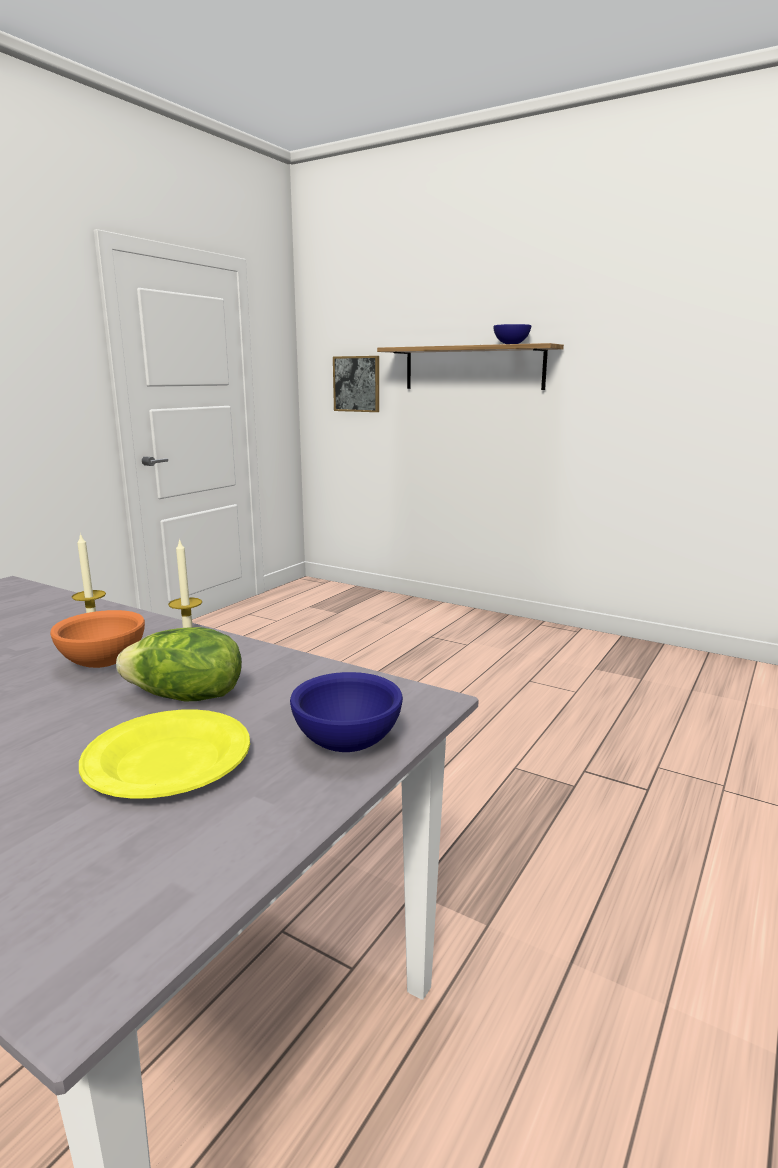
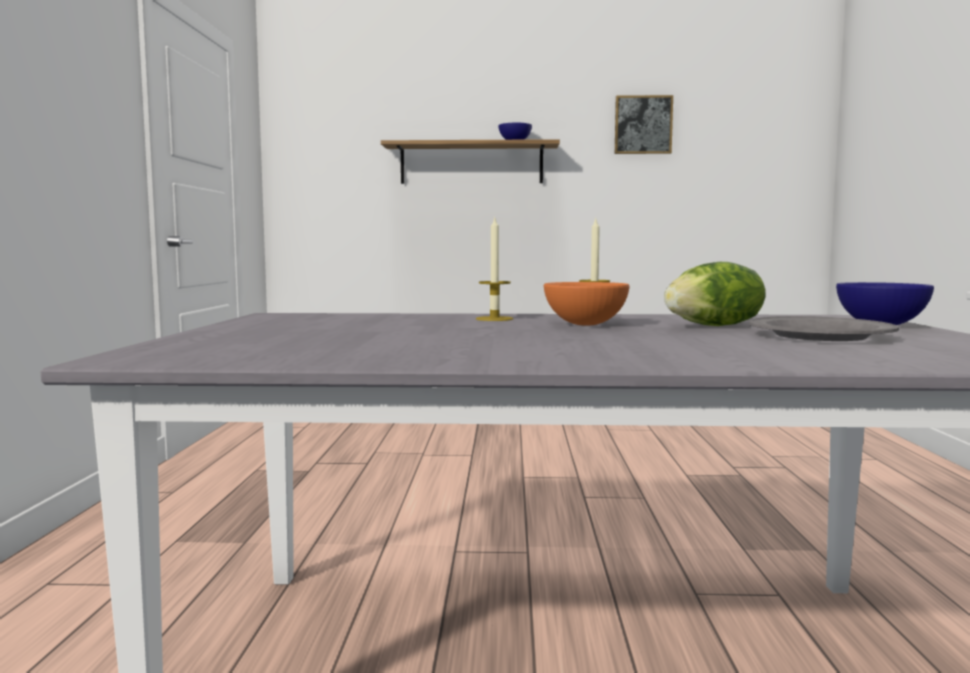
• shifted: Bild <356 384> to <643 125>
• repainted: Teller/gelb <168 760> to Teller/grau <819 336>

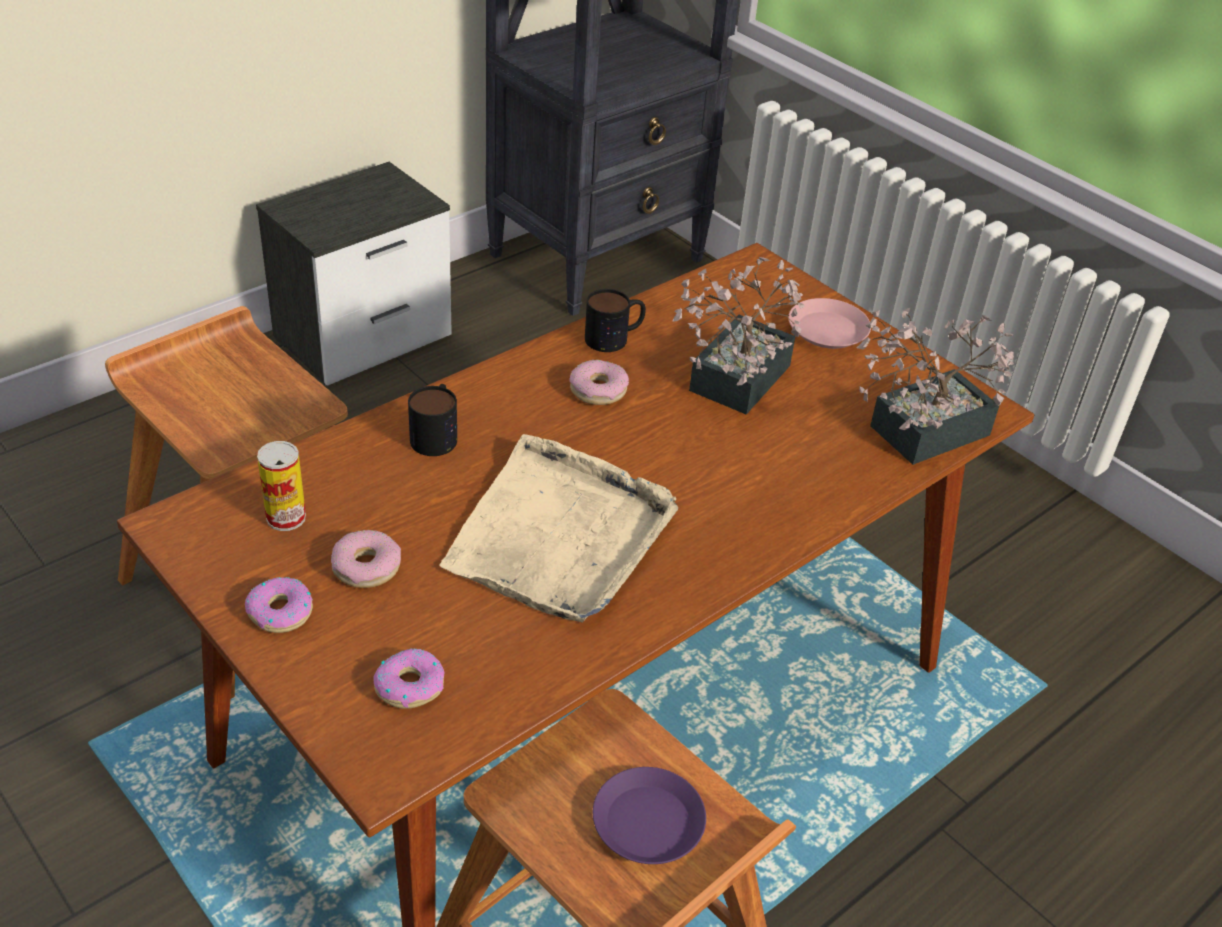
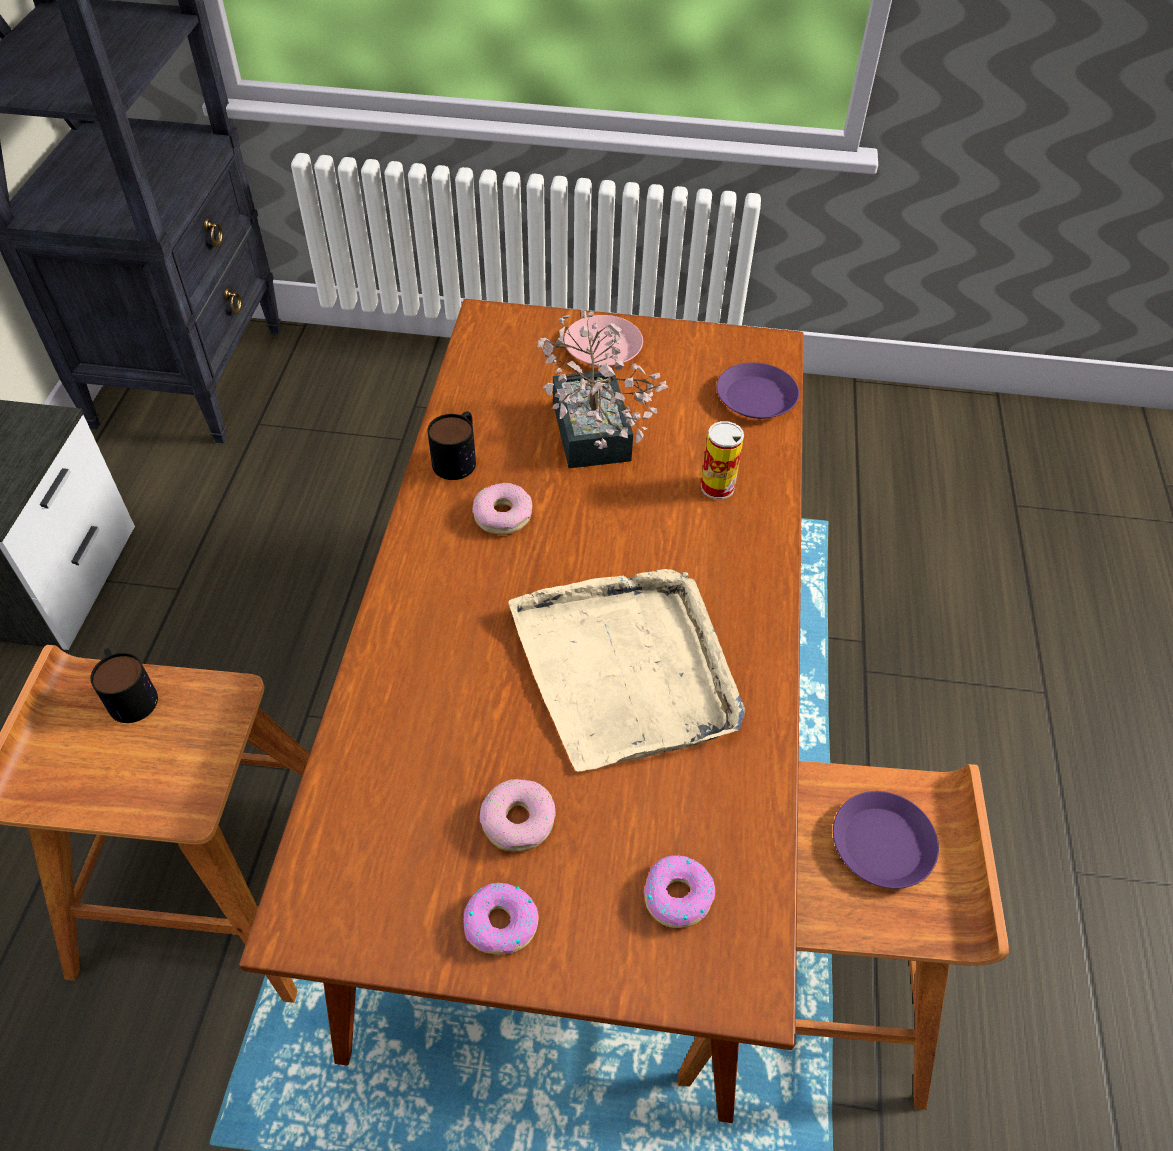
• shifted: Henkelbecher <436 433> to <129 694>
• shifted: Dose <286 517> to <717 487>
• swapped: Topfpflanze <918 433> to Teller/lila <755 397>

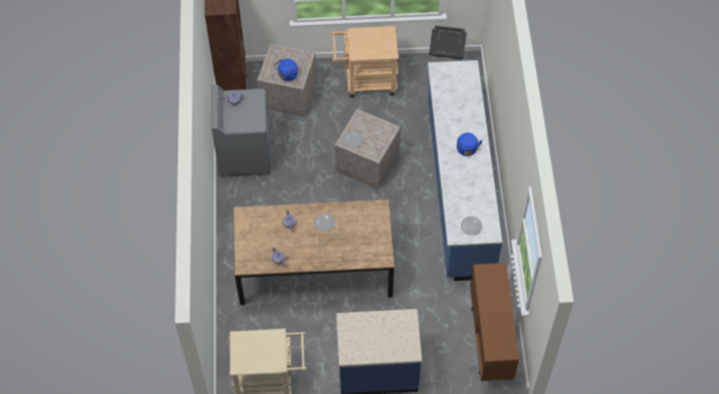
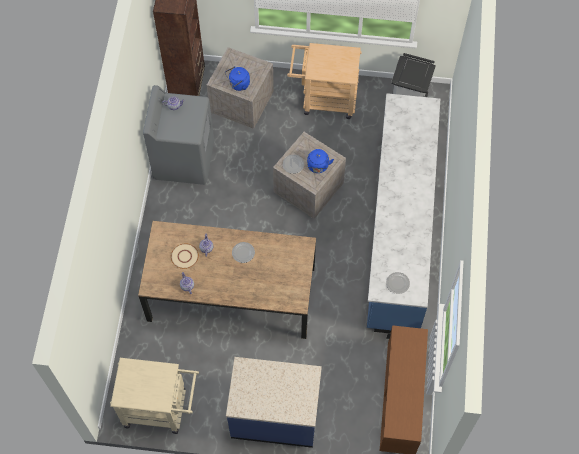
• new: Teller/beige <184 256>
• shifted: Wasserkessel/blau <467 150> to <318 167>

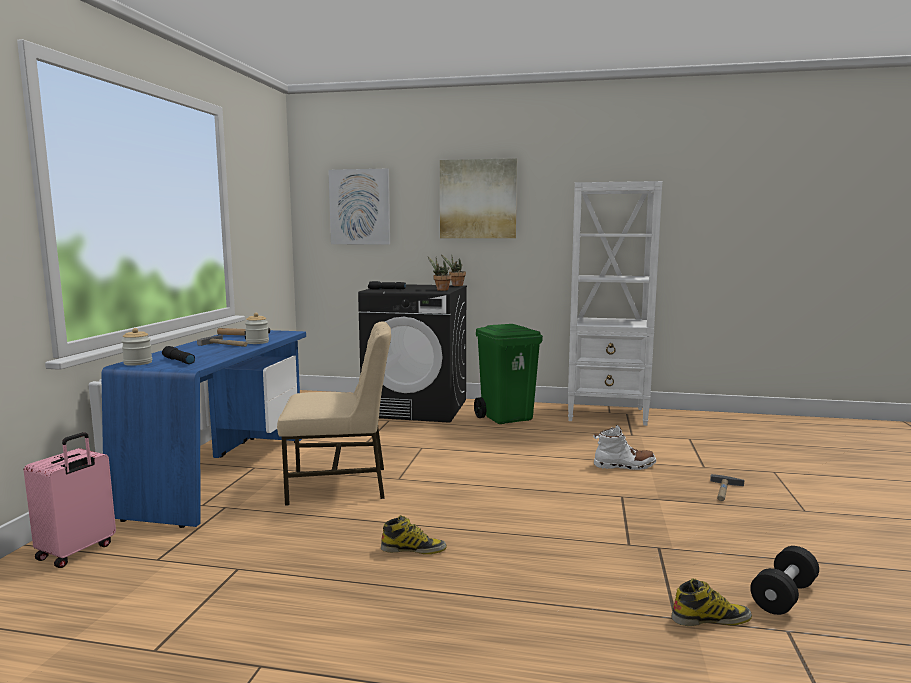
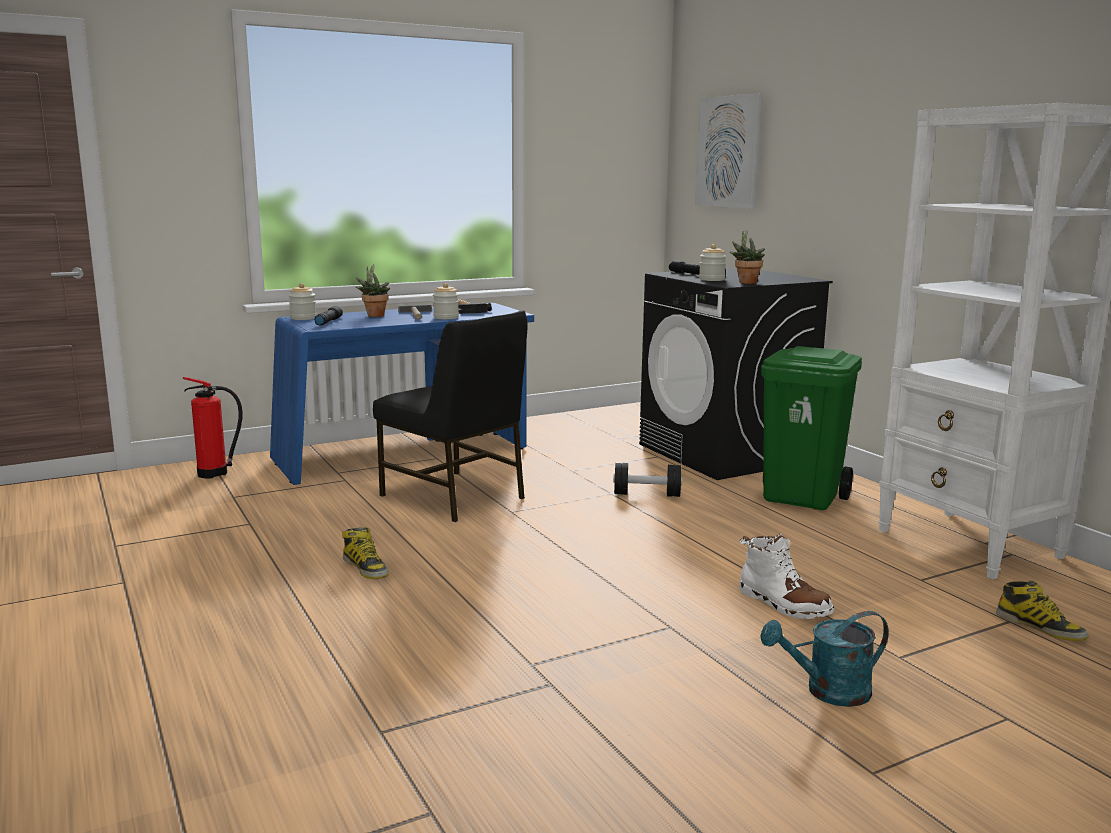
• swapped: Koffer/rosa <77 552> to Feuerlöscher <215 473>
• shifted: Topfpflanze <455 285> to <374 315>
• repainted: Stuhl/beige <340 485> to Stuhl/schwarz <455 497>
• shifted: Hantel/schwarz <783 596> to <647 494>
• new: Vorratsglas <711 279>
• swapped: Hammer <725 491> to Gießkanne/türkis <827 692>
• shifted: Stiefel <710 619> to <1040 627>
• gone: Bild <478 199>

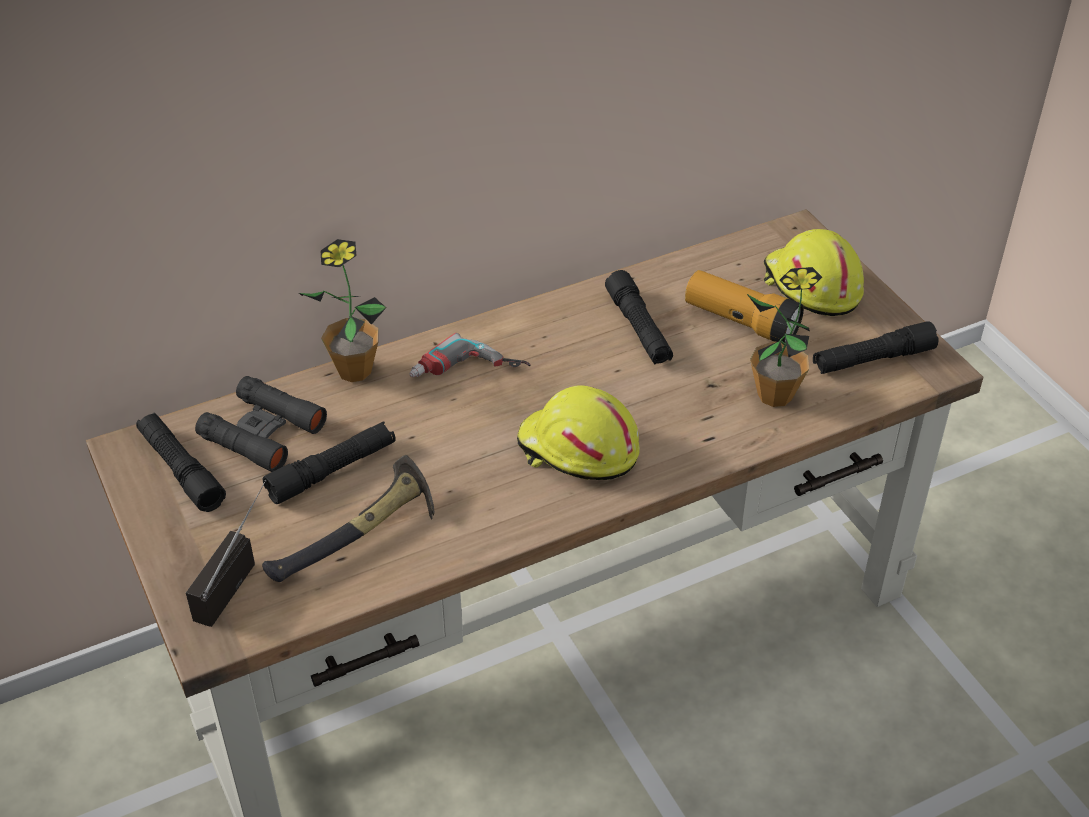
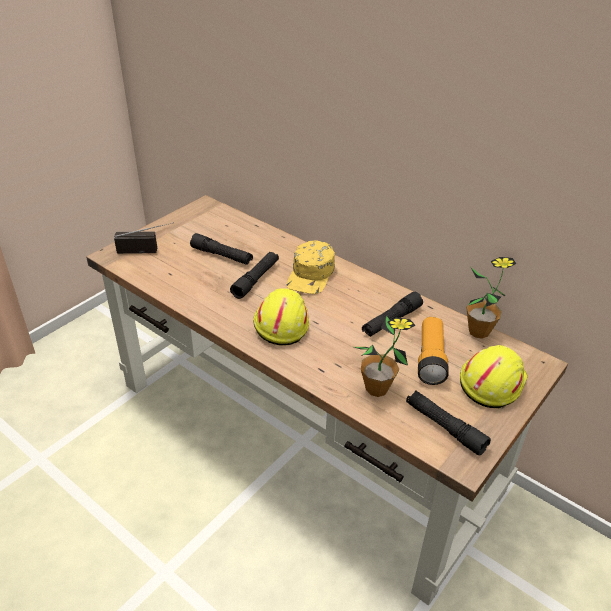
• shifted: Taschenlampe/schwarz <181 470> to <256 279>
• swapped: Bohrmaschine <468 375> to Kappe/gelb <311 274>
• shifted: Topfpflanze <354 370> to <478 331>
• gone: Fernglas/schwarz <262 432>
• gone: Hammer <360 538>

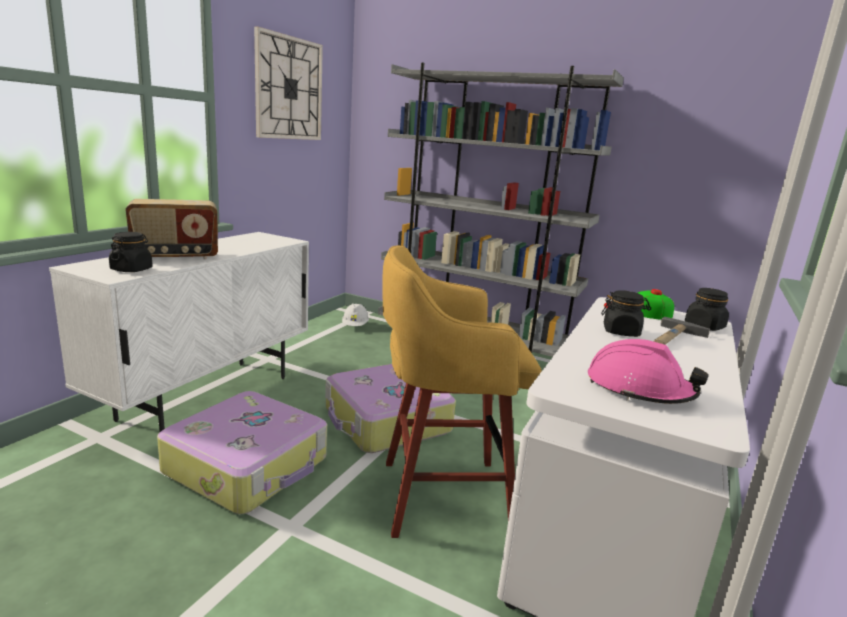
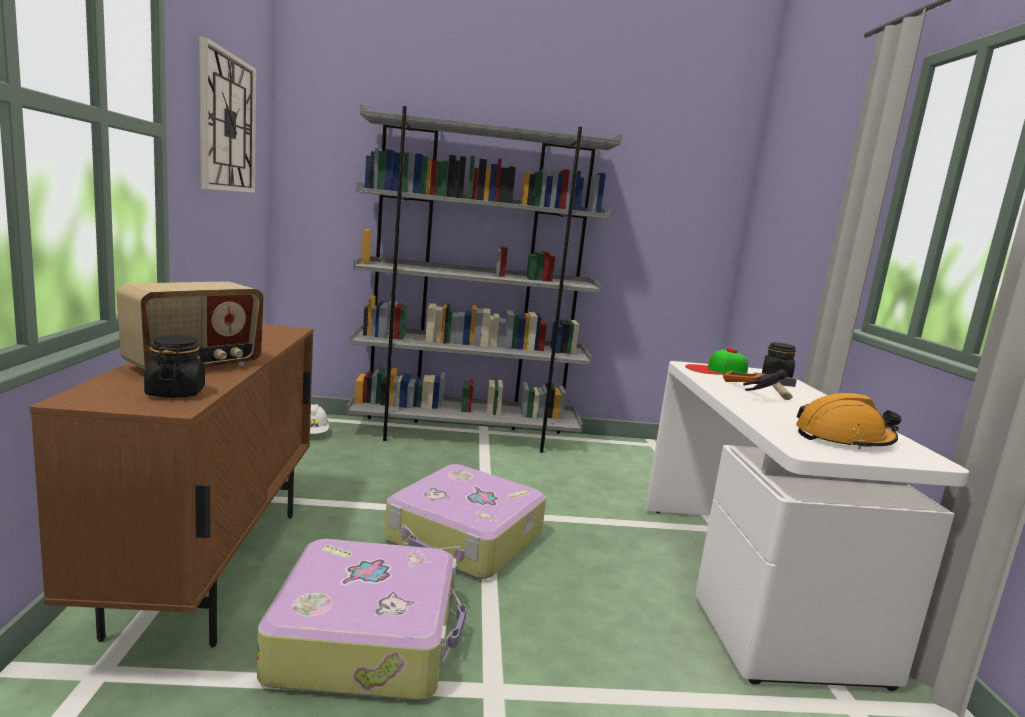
• repainted: Schrank/weiß <208 397> to Schrank/braun <212 567>
• swapped: Vorratsglas/schwarz <621 332> to Hammer <742 391>
• repainted: Schutzhelm/rosa <639 390> to Schutzhelm/orange <843 439>
• gone: Hocker/gelb <440 496>

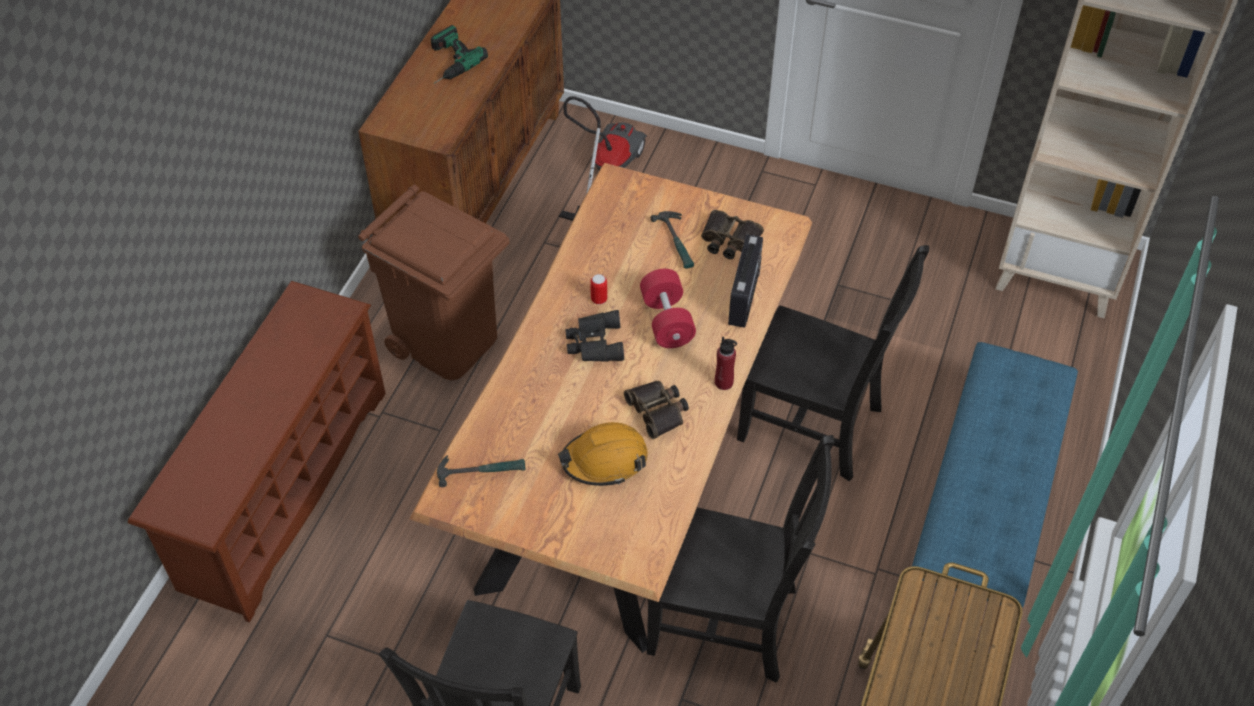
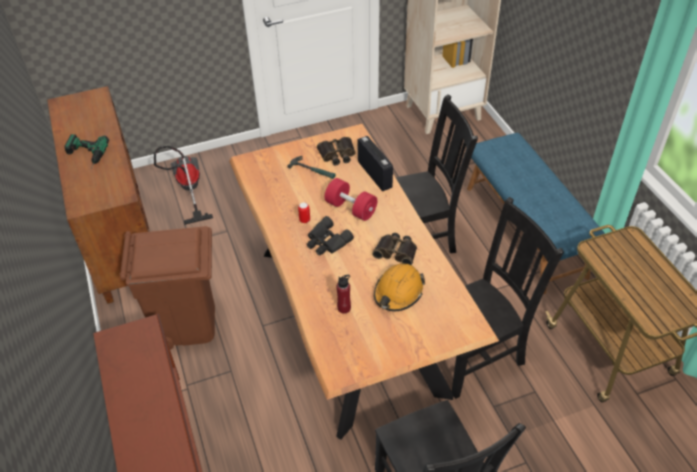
• shifted: Flasche/rot <724 382> to <344 308>
• gone: Hammer <481 470>

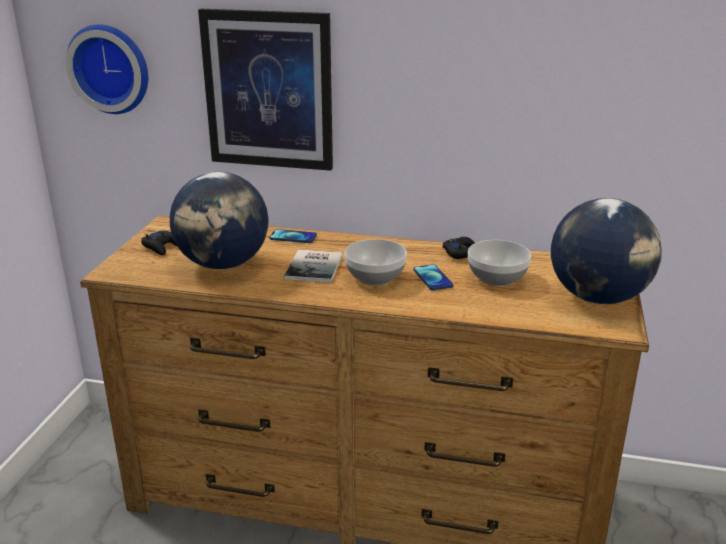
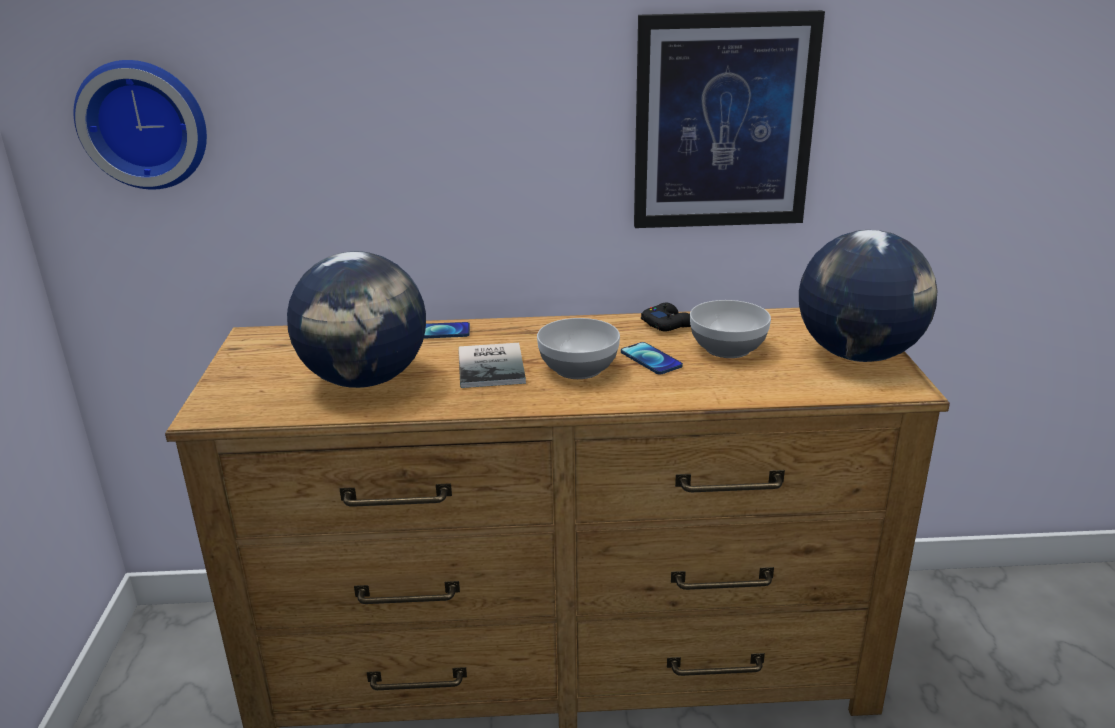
• shifted: Bild <268 90> to <723 122>
• gone: Gamepad/schwarz <163 247>

